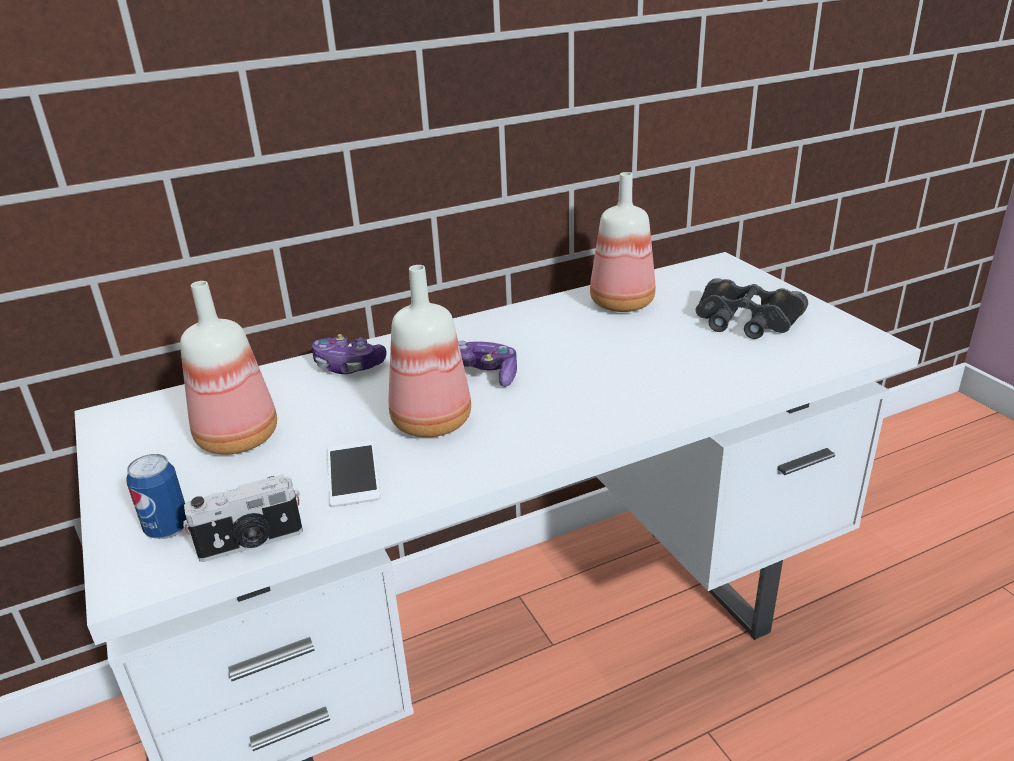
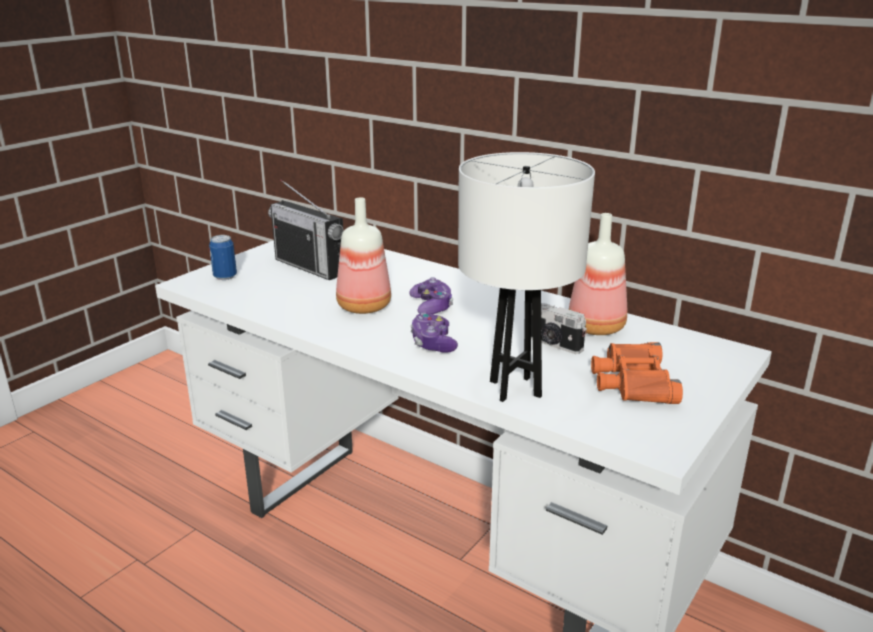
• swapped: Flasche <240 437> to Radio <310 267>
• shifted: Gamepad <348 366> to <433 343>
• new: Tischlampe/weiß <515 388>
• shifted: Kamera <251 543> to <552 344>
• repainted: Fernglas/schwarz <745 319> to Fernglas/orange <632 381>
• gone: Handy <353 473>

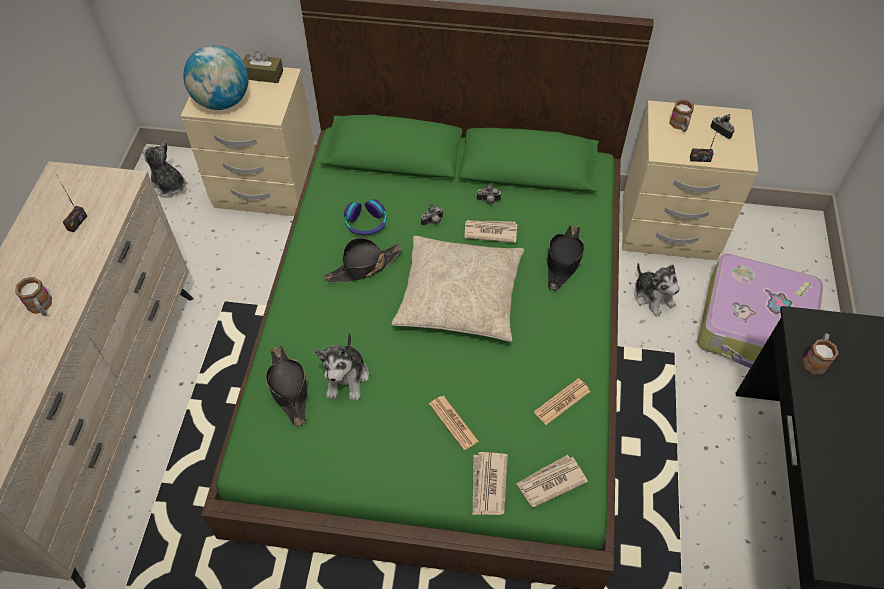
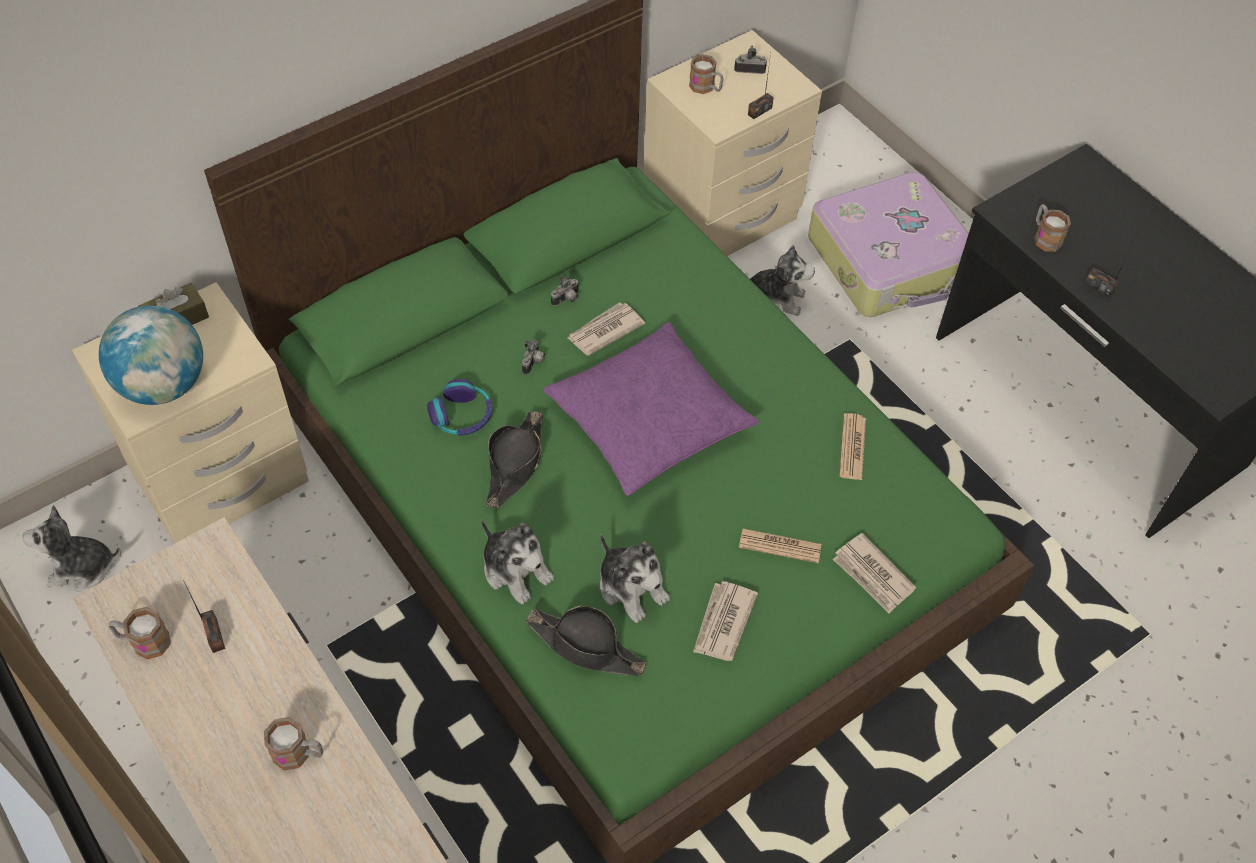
• new: Henkelbecher <144 641>
• new: Plüschtier <516 570>
• repainted: Kissen/beige <459 296> to Kissen/lila <648 420>
• shifted: Zeitung <550 482> to <723 623>
• new: Radio <1099 287>
• gone: Hut/schwarz <563 261>

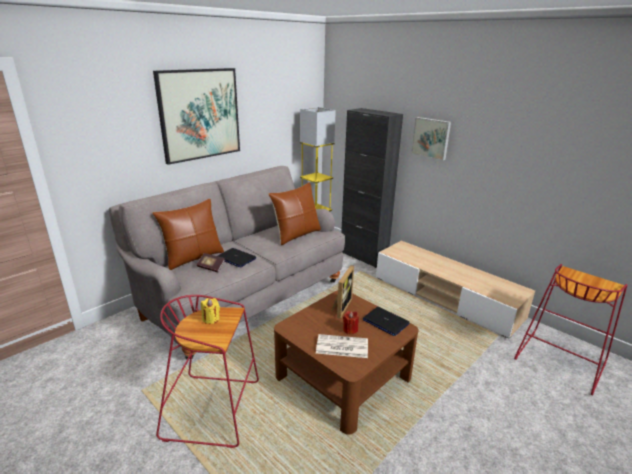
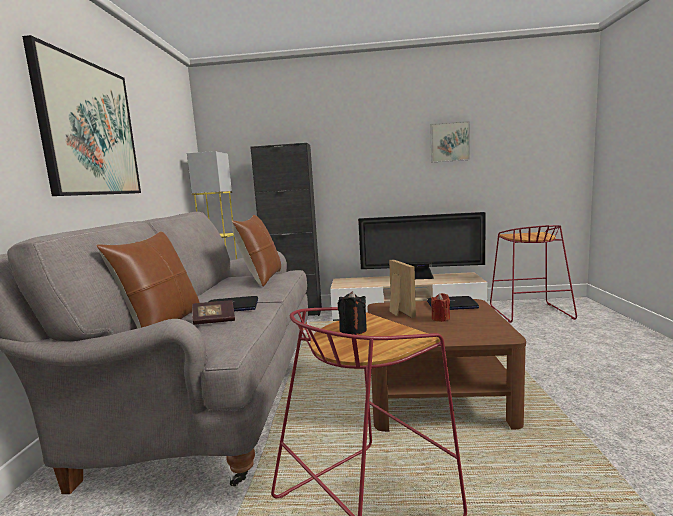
• repainted: Kerze/gelb <211 319> to Kerze/schwarz <353 330>
• new: Fernseher <421 278>
• shifted: Bild <431 138> to <449 142>
• gone: Zeitung <341 347>

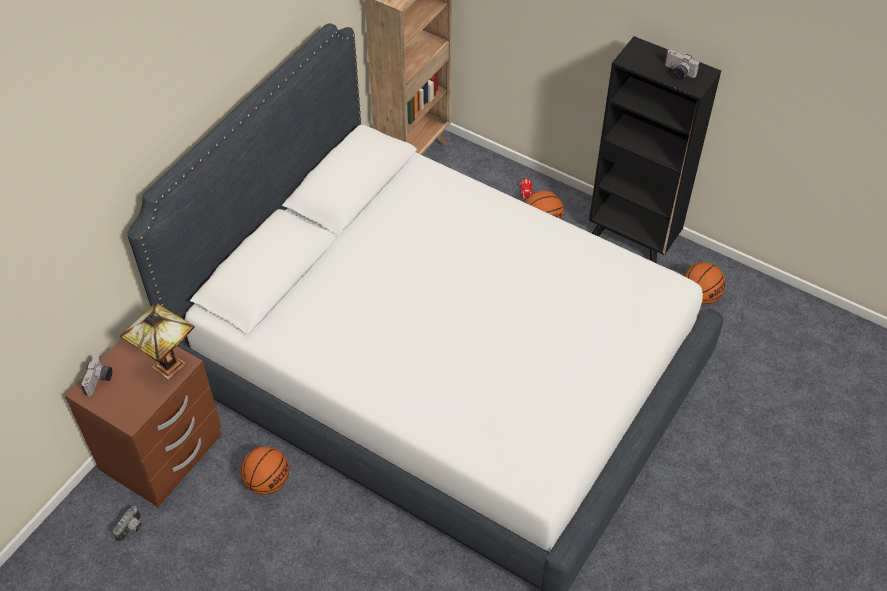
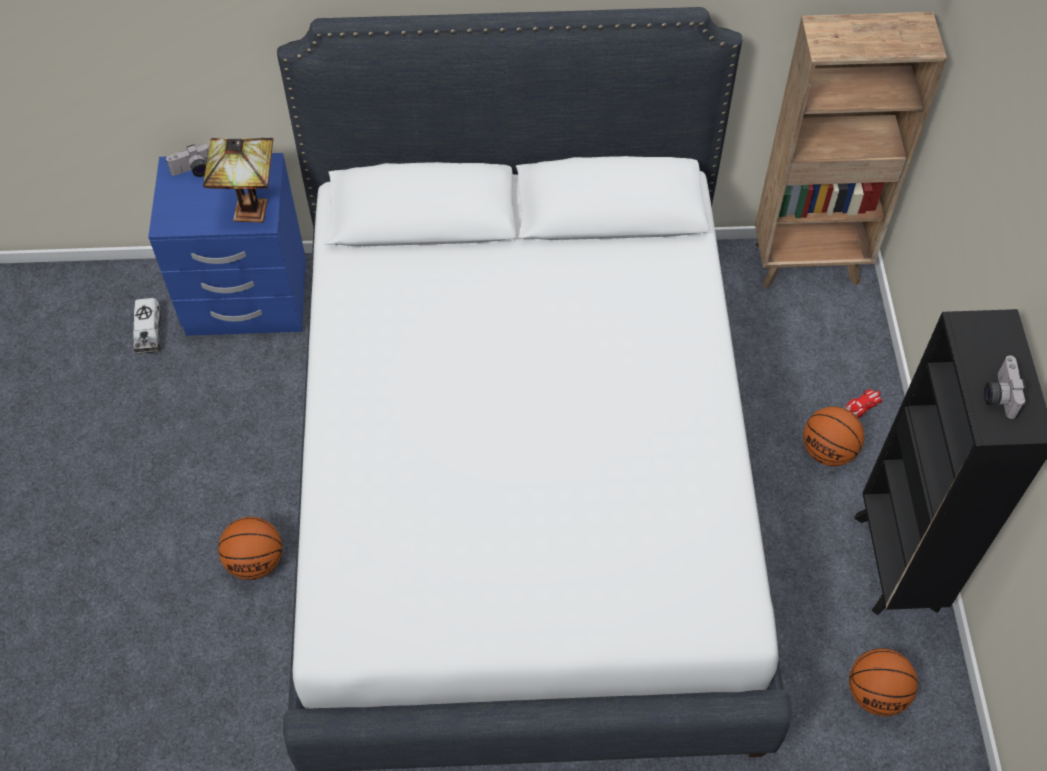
• swapped: Kamera <132 529> to Spielzeuglaster <149 332>
• repainted: Nachttisch/braun <163 453> to Nachttisch/blau <247 299>
• shifted: Basketball <267 482> to <255 561>

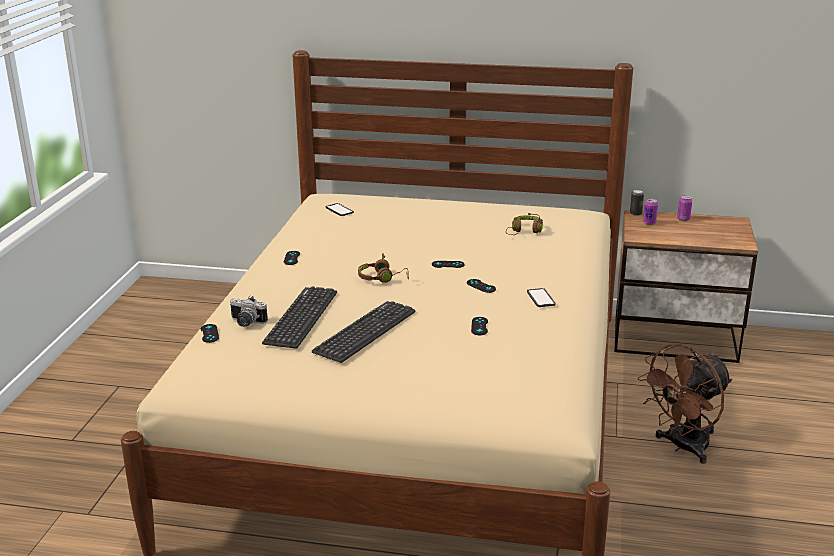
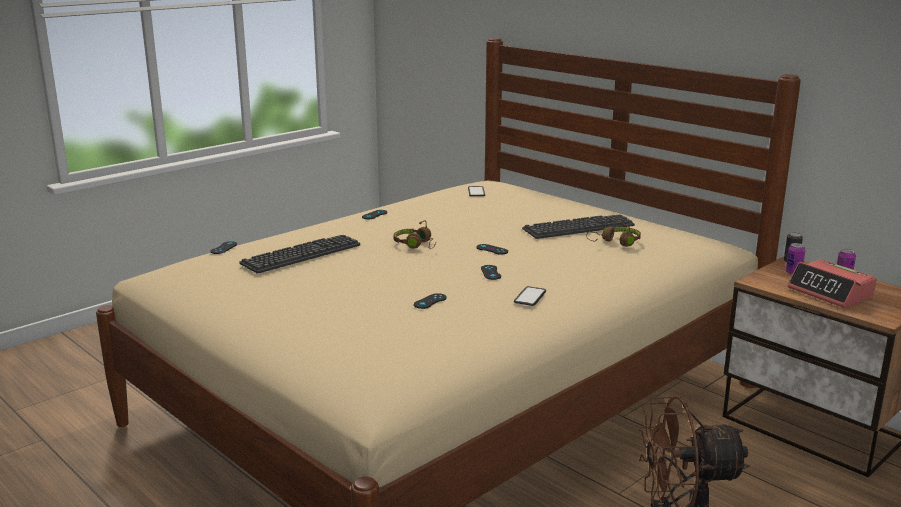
• shifted: Tastatur <365 332> to <578 228>
• new: Wecker <830 293>
• gone: Kamera <246 323>

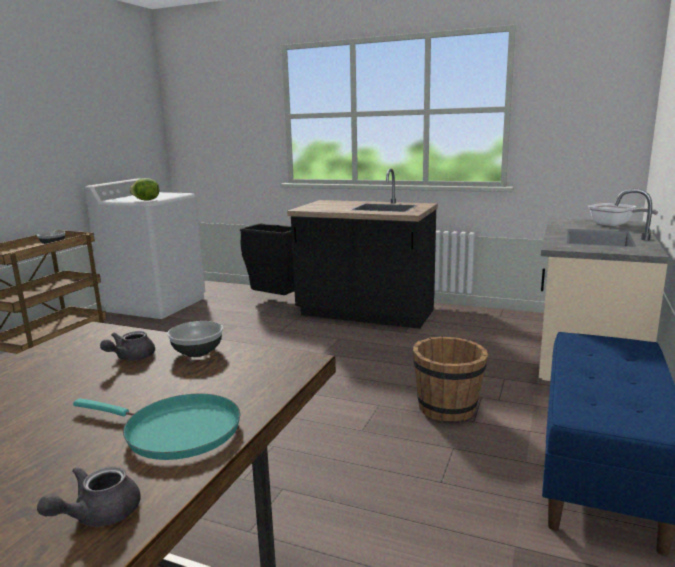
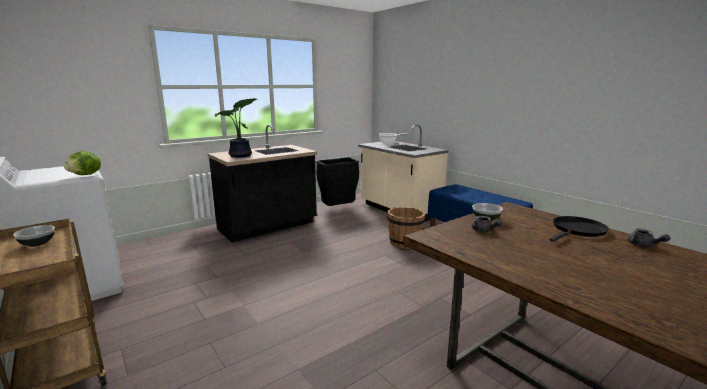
• new: Topfpflanze <240 156>
• shifted: Mülleimer/schwarz <276 300> to <338 209>
• repainted: Pfanne/türkis <176 431> to Pfanne/schwarz <577 230>

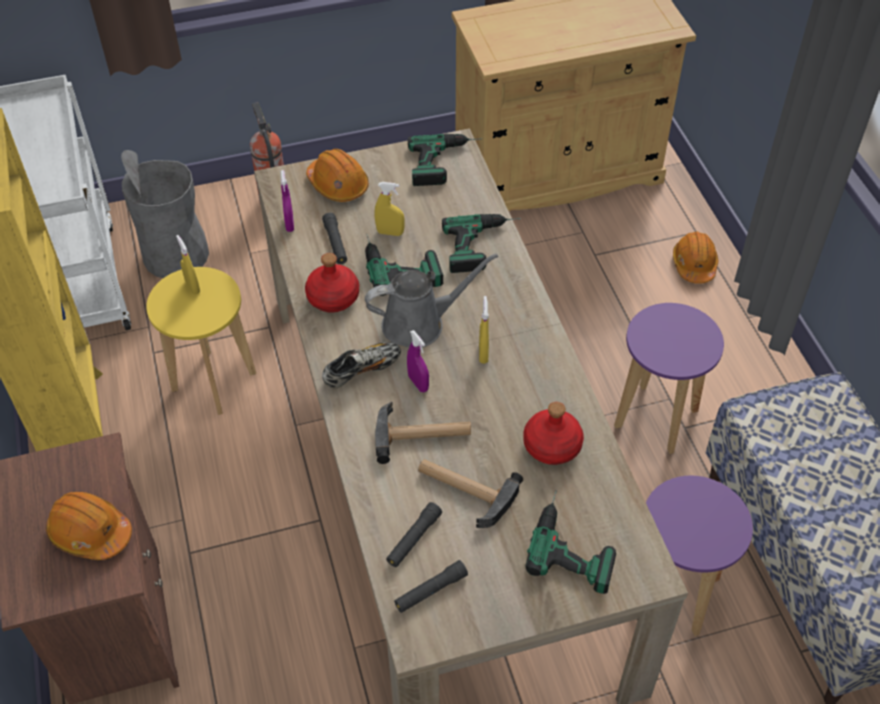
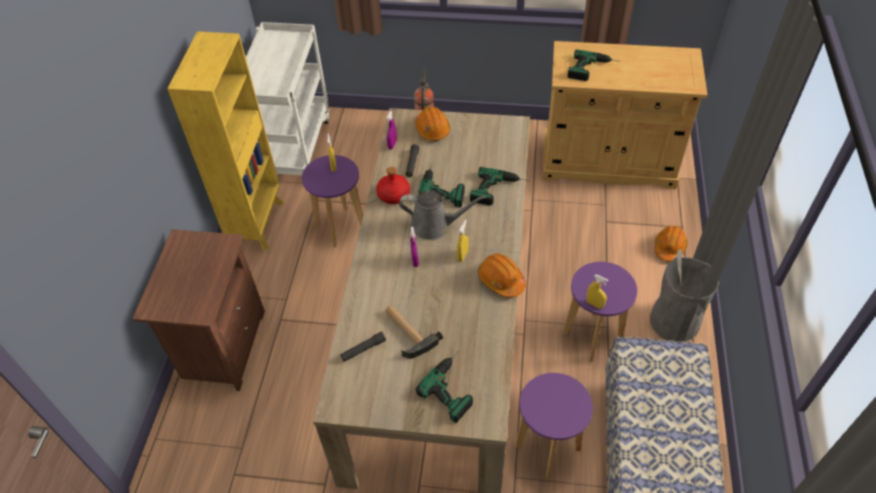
• repainted: Hocker/gelb <213 382> to Hocker/lila <340 227>
• shifted: Schutzhelm/orange <90 532> to <501 280>
• shifted: Bohrmaschine <446 162> to <593 69>
• shifted: Sprühflasche/gelb <390 232> to <594 304>
• shifted: Mülleimer/grau <176 255> to <674 321>
• gone: Schuh <362 370>
• gone: Hammer <423 434>
• gone: Taschenlampe/schwarz <430 591>
• gone: Flasche/rot <551 445>

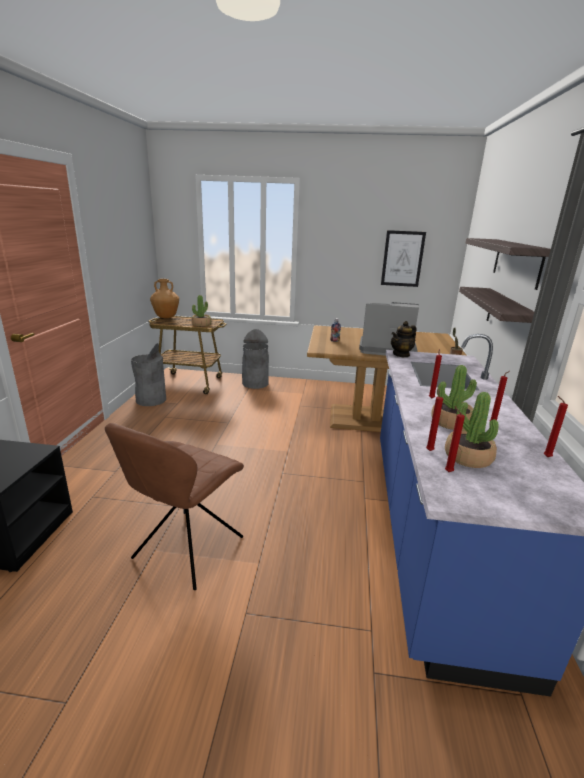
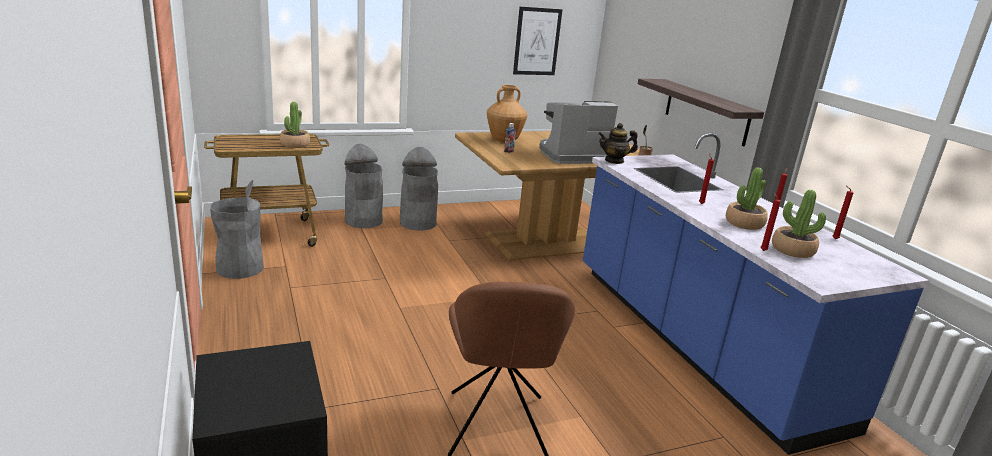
• new: Mülleimer/grau <418 223>
• shifted: Vase/braun <166 317> to <504 140>
• rotated: Teekanne <401 354> = <614 161> 60 degrees clockwise
• gone: Kerze/rot <447 471>
• gone: Wandregal <517 262>

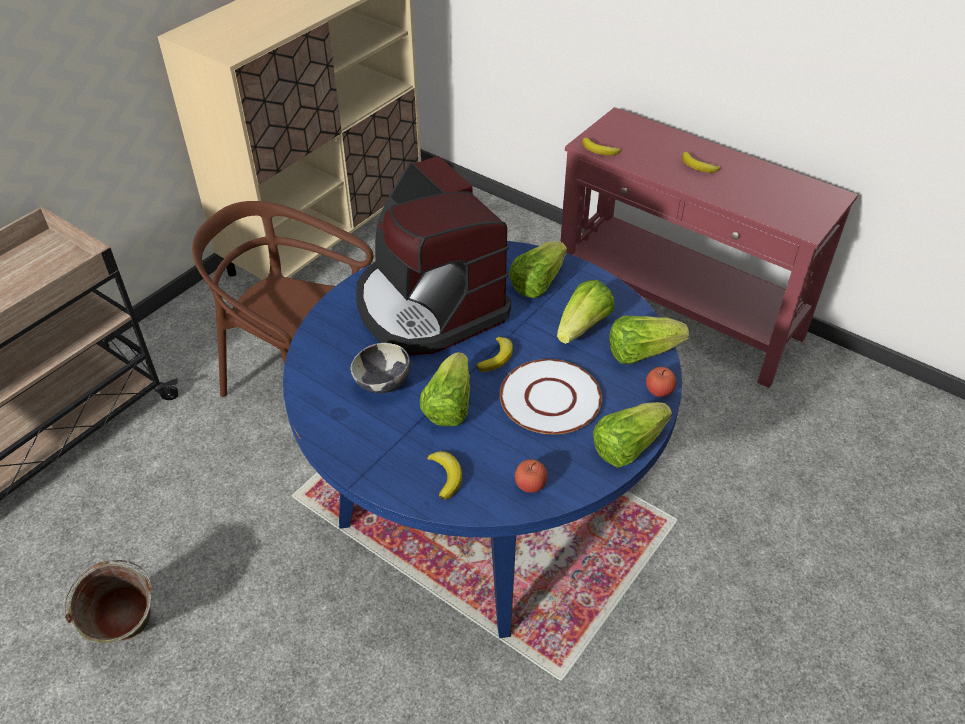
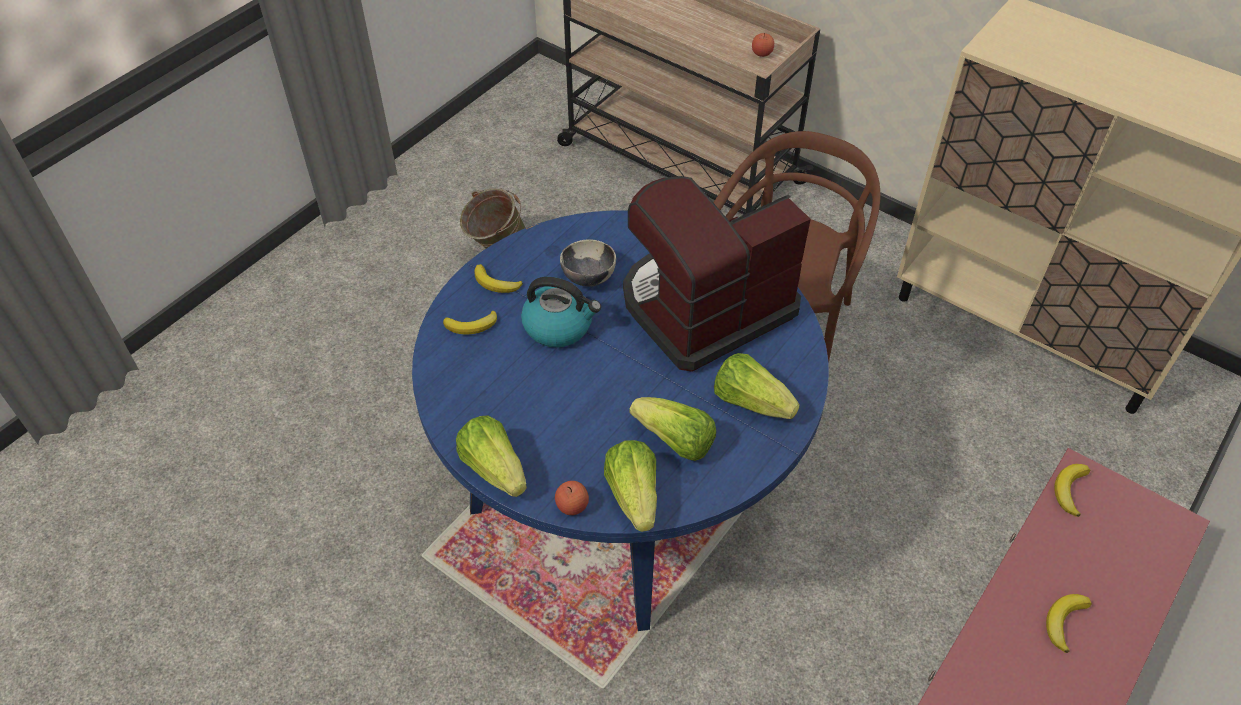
• shifted: Banane <497 357> to <496 283>
• swapped: Salatkopf <449 405> to Wasserkessel <559 326>
• shifted: Apfel <530 485> to <762 53>
• gone: Teller/weiß <550 398>

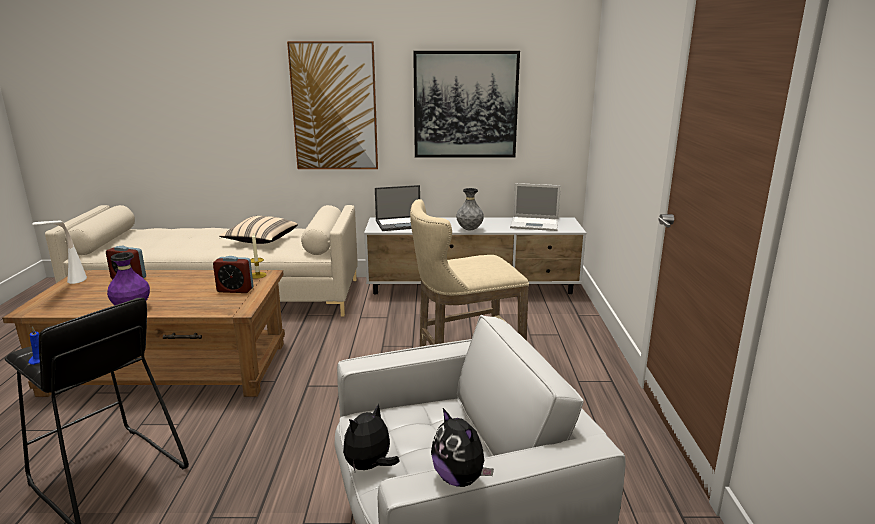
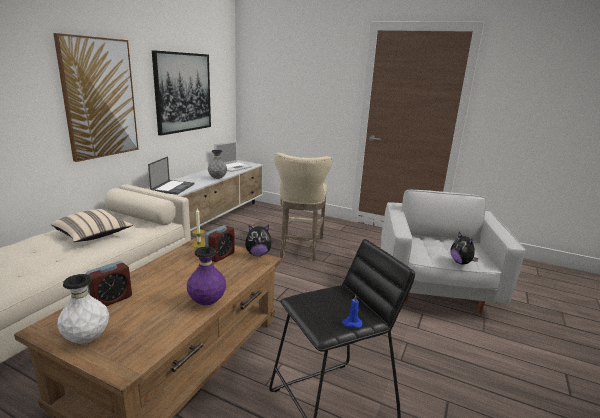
• swapped: Tischlampe/weiß <69 289> to Vase/weiß <87 339>
• shifted: Plüschtier <460 478> to <258 254>

